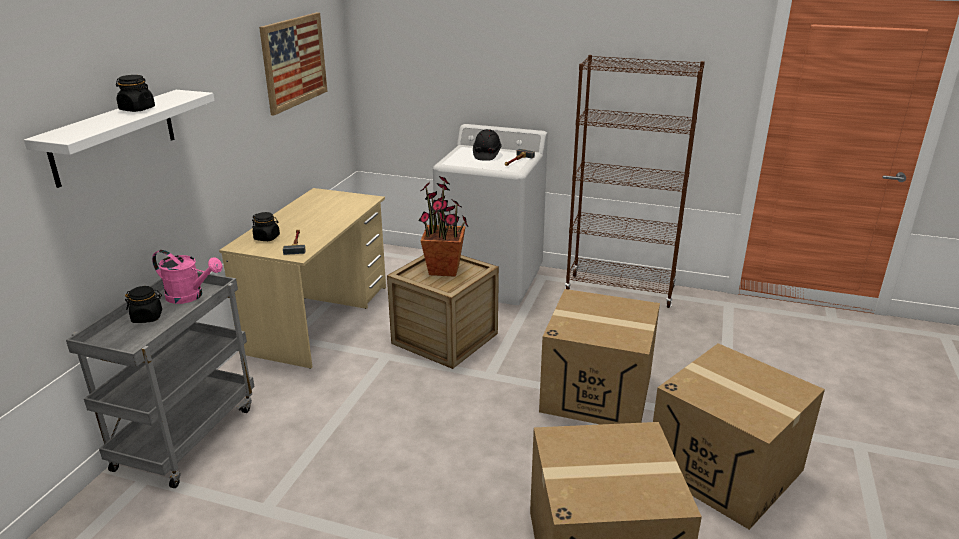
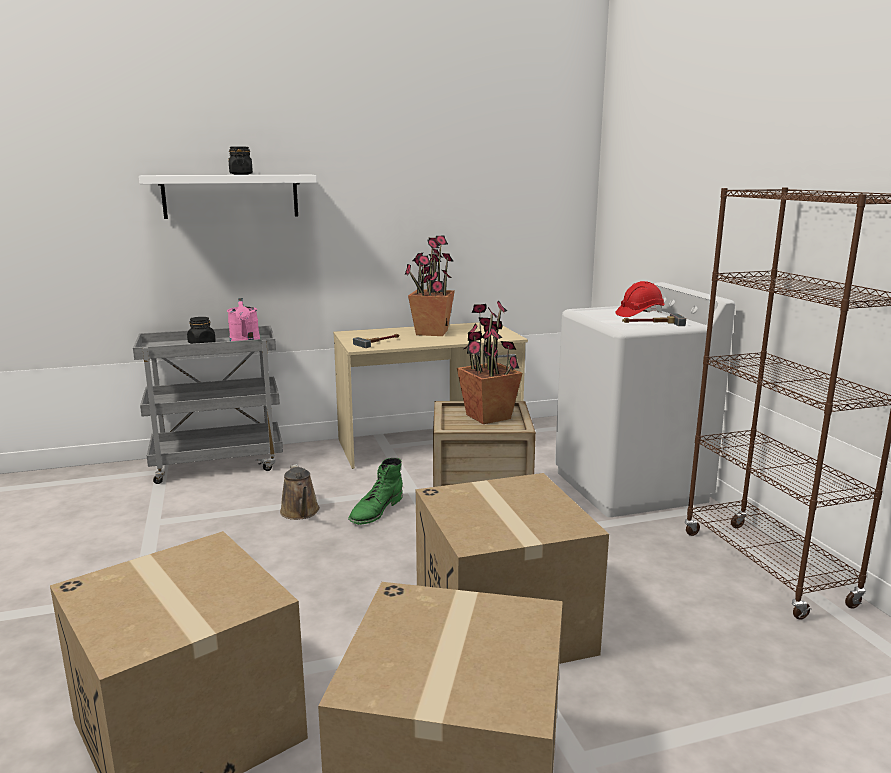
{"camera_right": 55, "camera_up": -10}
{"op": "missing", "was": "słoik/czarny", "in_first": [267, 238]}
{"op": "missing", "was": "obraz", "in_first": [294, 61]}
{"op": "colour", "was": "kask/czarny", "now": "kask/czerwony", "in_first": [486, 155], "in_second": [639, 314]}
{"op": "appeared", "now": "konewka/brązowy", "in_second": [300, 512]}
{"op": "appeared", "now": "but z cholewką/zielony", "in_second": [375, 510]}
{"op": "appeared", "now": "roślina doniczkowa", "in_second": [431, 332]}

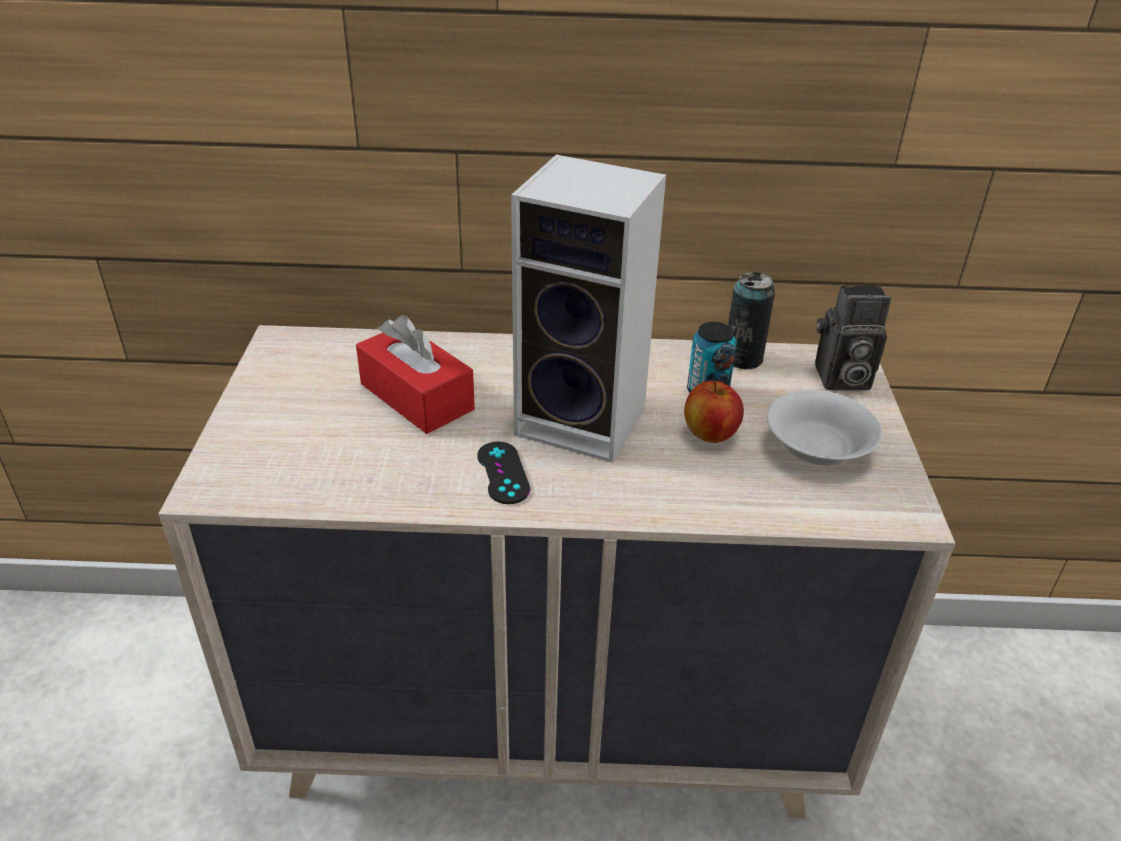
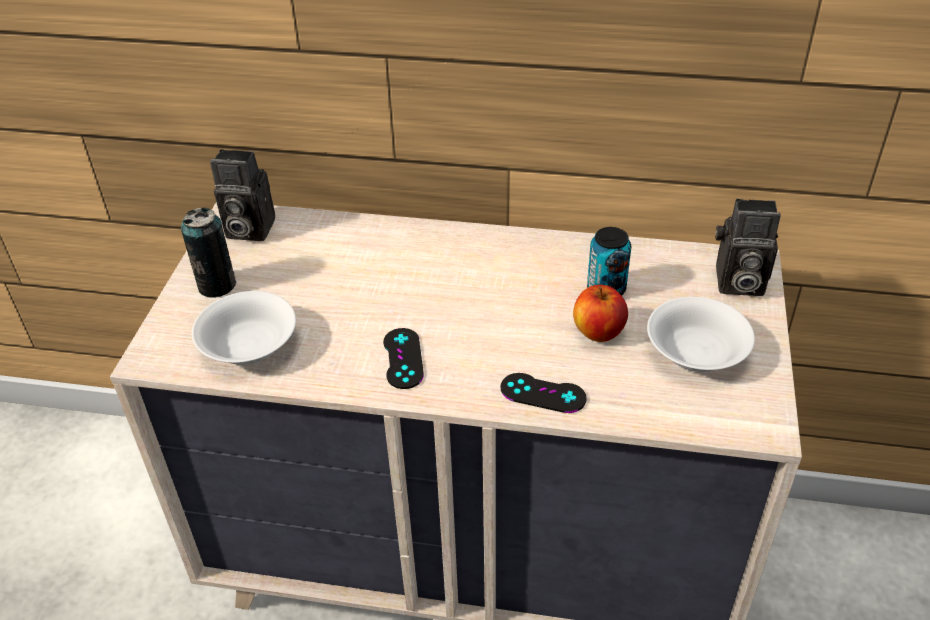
{"camera_right": 10, "camera_up": 5}
{"op": "missing", "was": "pudełko chusteczek/czerwony", "in_first": [417, 397]}
{"op": "missing", "was": "głośnik", "in_first": [586, 421]}
{"op": "relocated", "was": "puszka", "in_first": [743, 358], "in_second": [216, 285]}
{"op": "appeared", "now": "miska/biały", "in_second": [250, 346]}
{"op": "appeared", "now": "aparat fotograficzny", "in_second": [246, 229]}
{"op": "appeared", "now": "pad do gier/czarny", "in_second": [543, 393]}

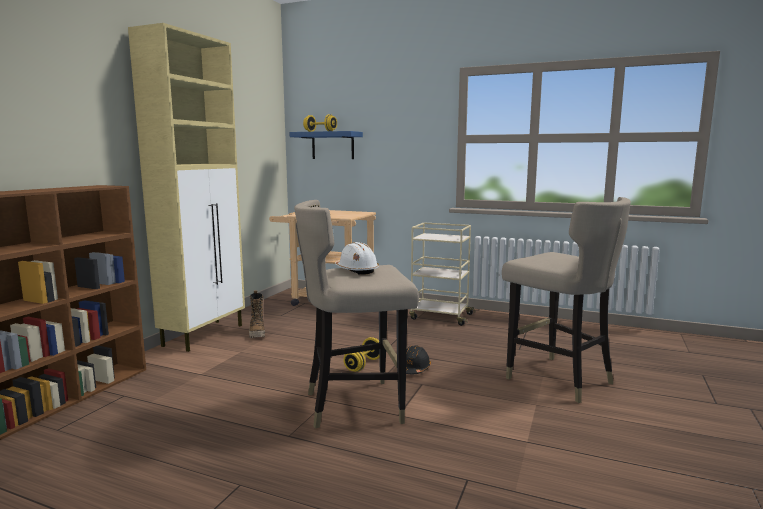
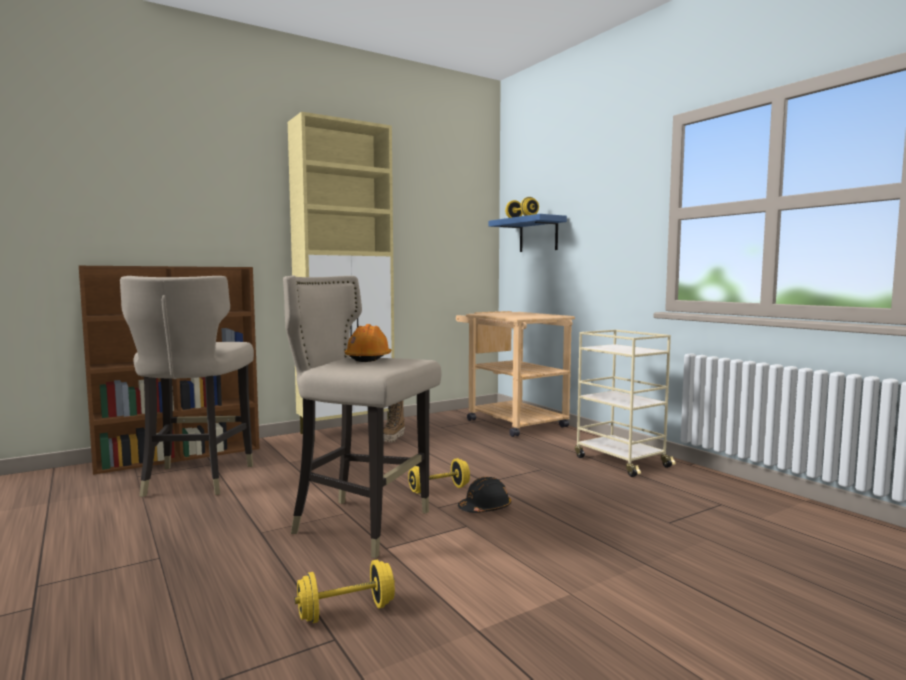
{"camera_right": 35, "camera_up": -5}
{"op": "colour", "was": "kask/biały", "now": "kask/pomarańczowy", "in_first": [356, 270], "in_second": [368, 358]}
{"op": "relocated", "was": "stołek/beżowy", "in_first": [558, 379], "in_second": [196, 479]}
{"op": "appeared", "now": "hantel/żółty", "in_second": [346, 612]}

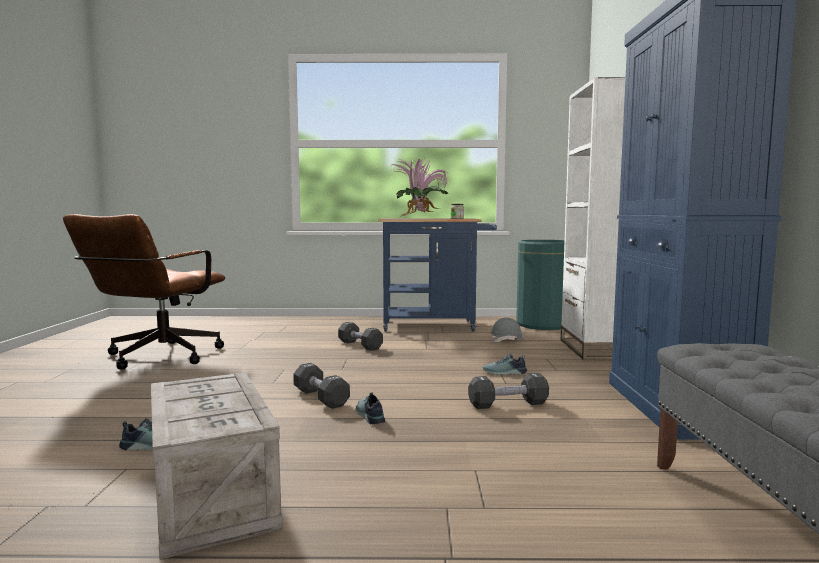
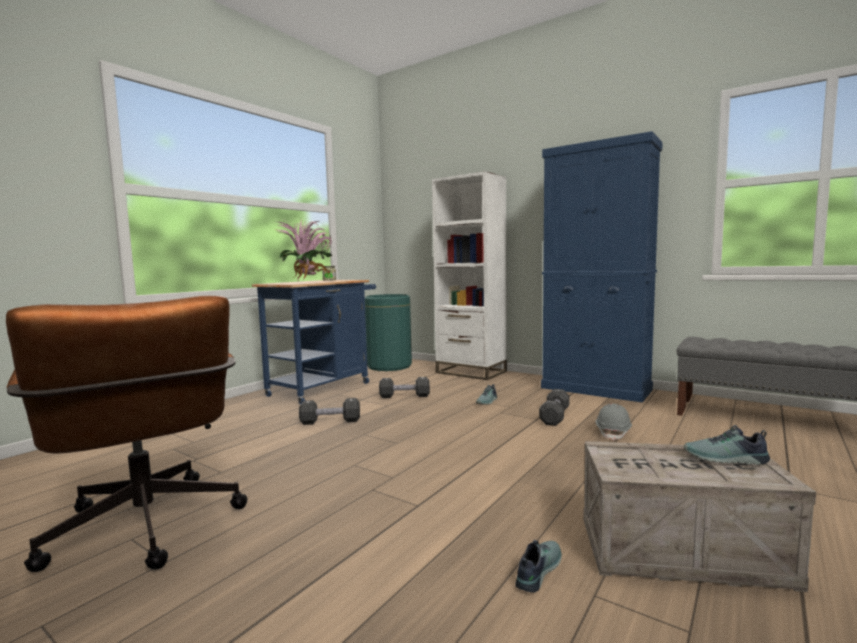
{"camera_right": -55, "camera_up": 0}
{"op": "relocated", "was": "hantel/czarny", "in_first": [321, 398], "in_second": [404, 396]}
{"op": "relocated", "was": "but", "in_first": [369, 416], "in_second": [726, 459]}
{"op": "relocated", "was": "kask/szary", "in_first": [508, 341], "in_second": [613, 432]}

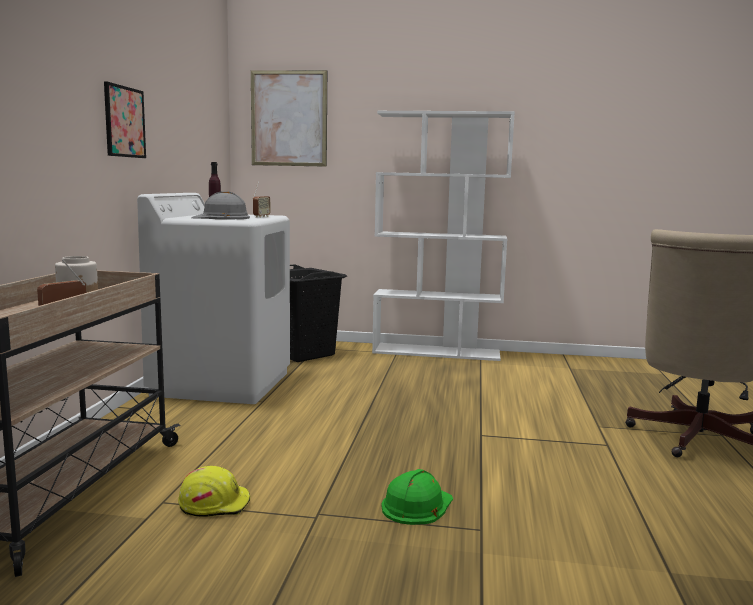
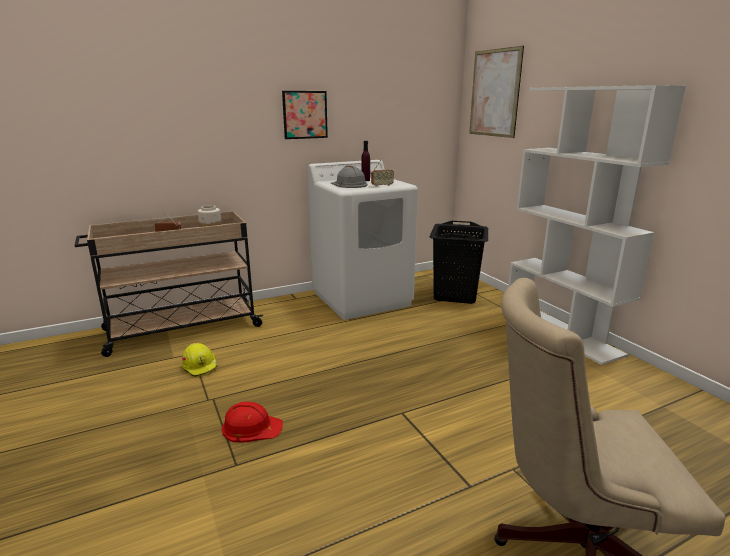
{"camera_right": 55, "camera_up": 10}
{"op": "colour", "was": "kask/zielony", "now": "kask/czerwony", "in_first": [417, 505], "in_second": [251, 427]}

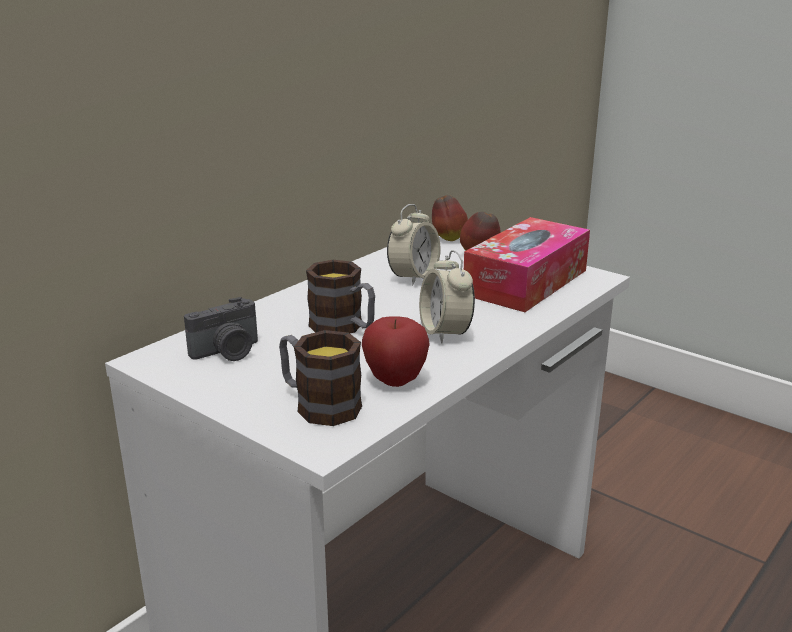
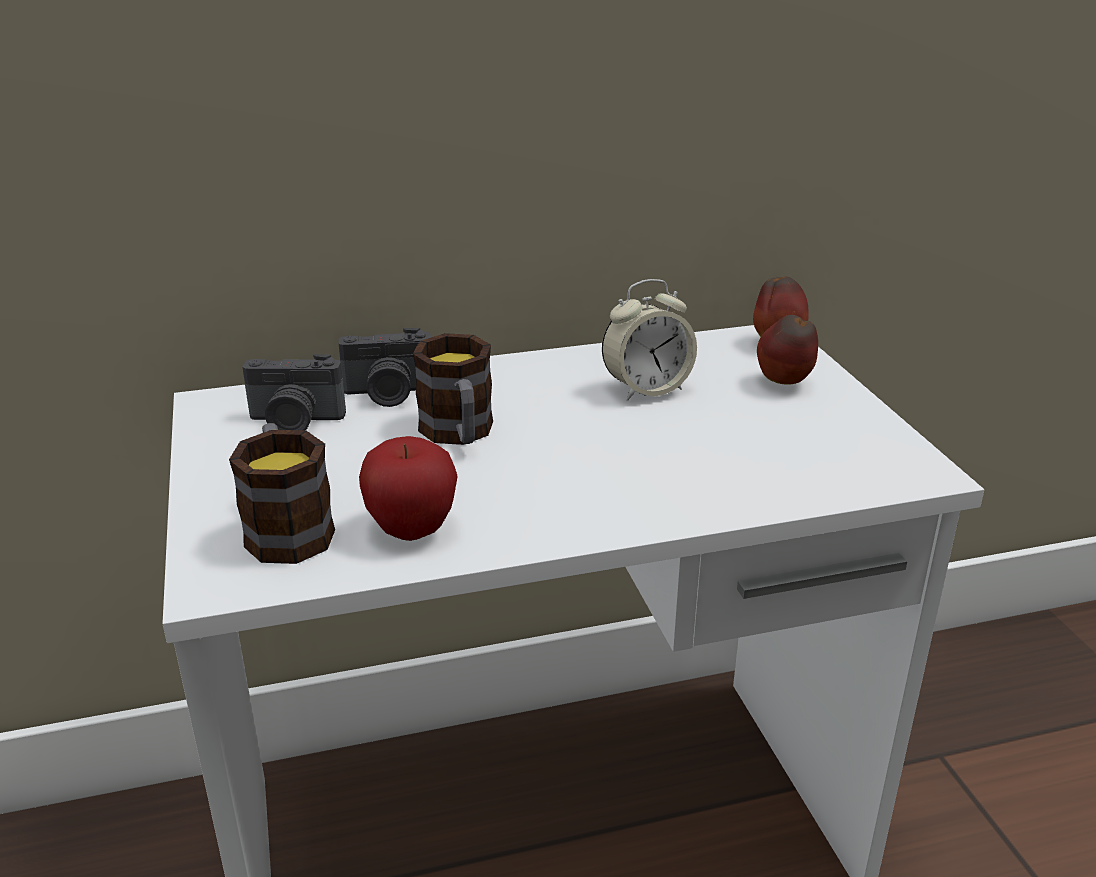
{"camera_right": 35, "camera_up": 5}
{"op": "missing", "was": "budzik", "in_first": [445, 333]}
{"op": "missing", "was": "pudełko chusteczek", "in_first": [526, 282]}
{"op": "appeared", "now": "aparat fotograficzny", "in_second": [389, 394]}

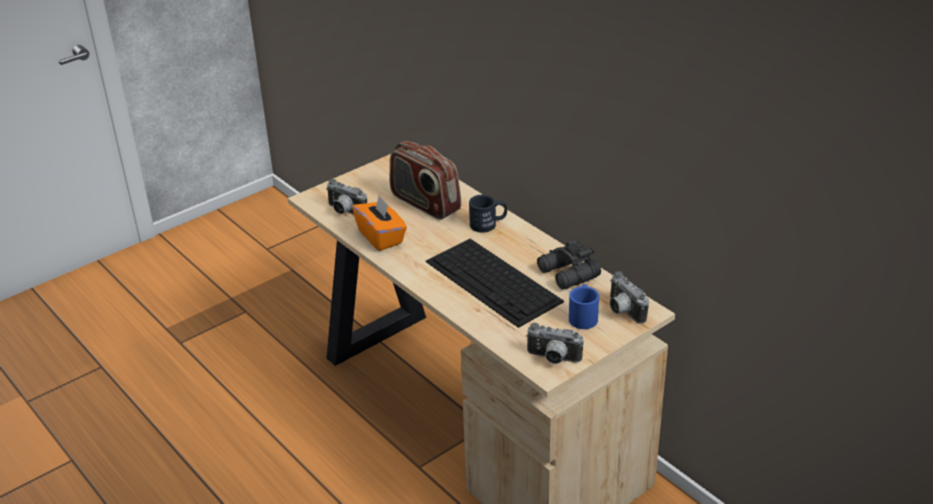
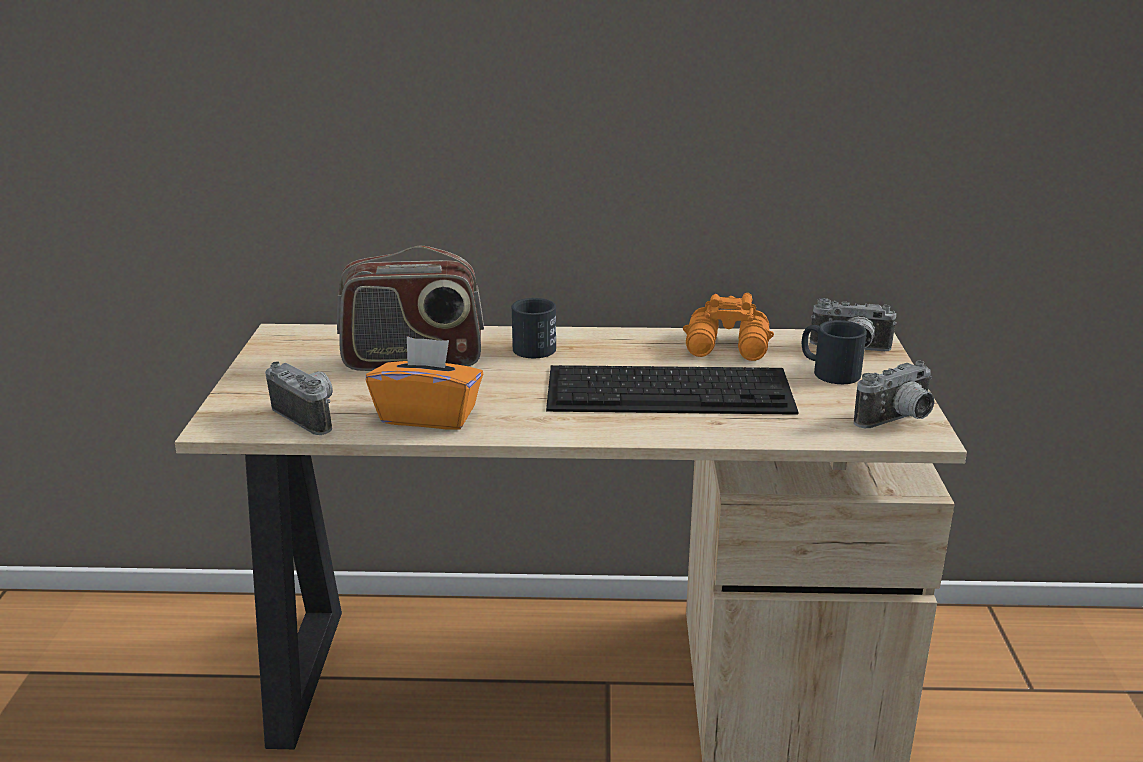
{"camera_right": -50, "camera_up": -10}
{"op": "spun", "was": "aparat fotograficzny", "in_first": [344, 211], "in_second": [311, 415], "clockwise": -120}
{"op": "colour", "was": "lornetka/czarny", "now": "lornetka/pomarańczowy", "in_first": [568, 274], "in_second": [728, 347]}
{"op": "colour", "was": "kubek/niebieski", "now": "kubek/czarny", "in_first": [583, 315], "in_second": [828, 371]}

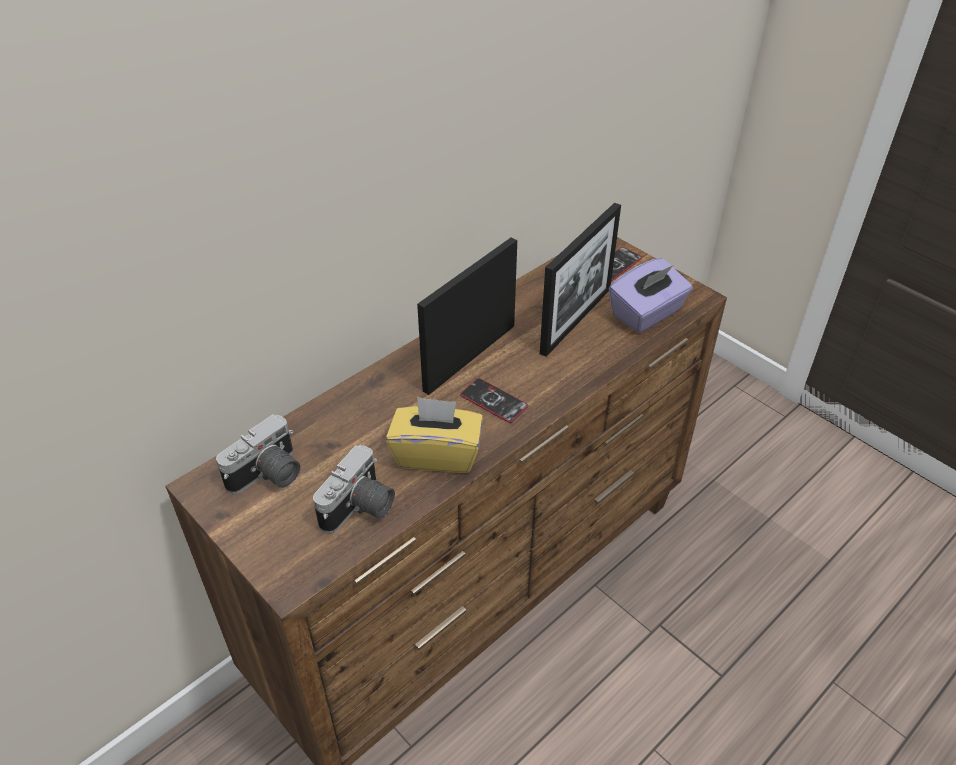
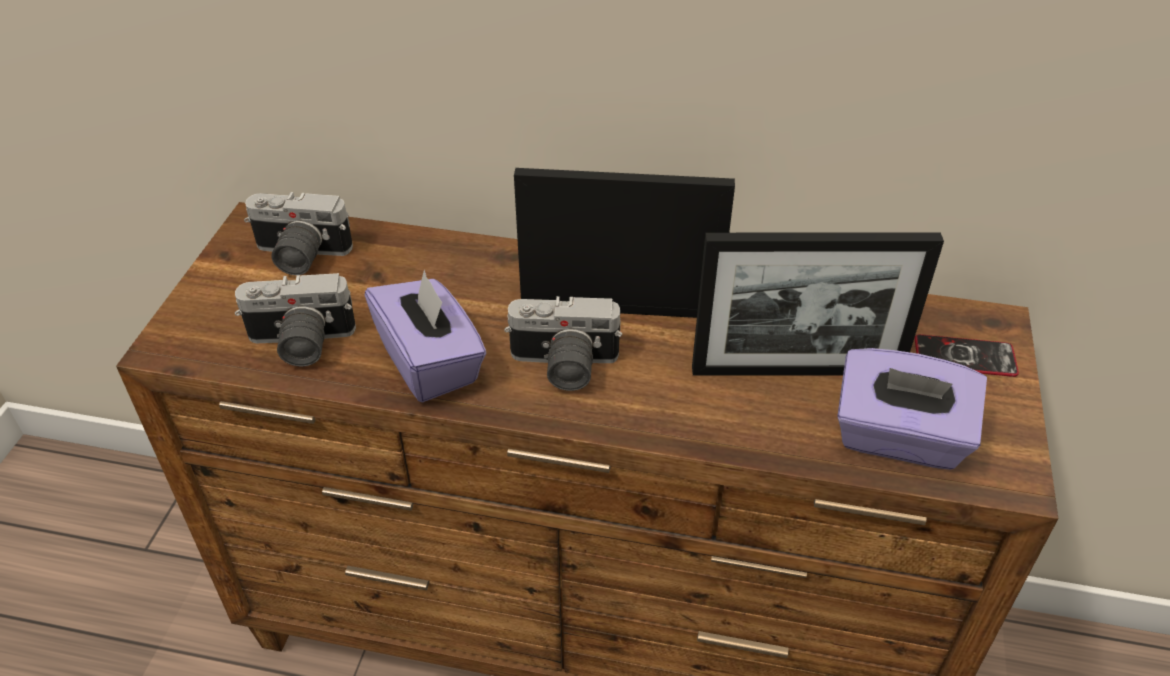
{"camera_right": 55, "camera_up": 0}
{"op": "colour", "was": "pudełko chusteczek/żółty", "now": "pudełko chusteczek/fioletowy", "in_first": [437, 454], "in_second": [430, 362]}
{"op": "exchanged", "was": "telefon", "now": "aparat fotograficzny", "in_first": [494, 401], "in_second": [563, 367]}

